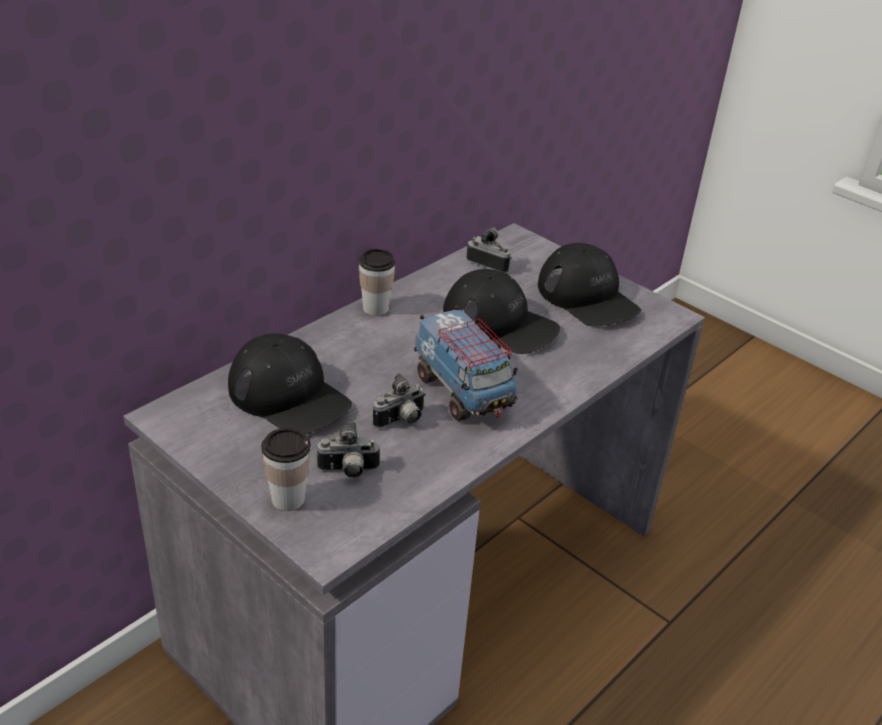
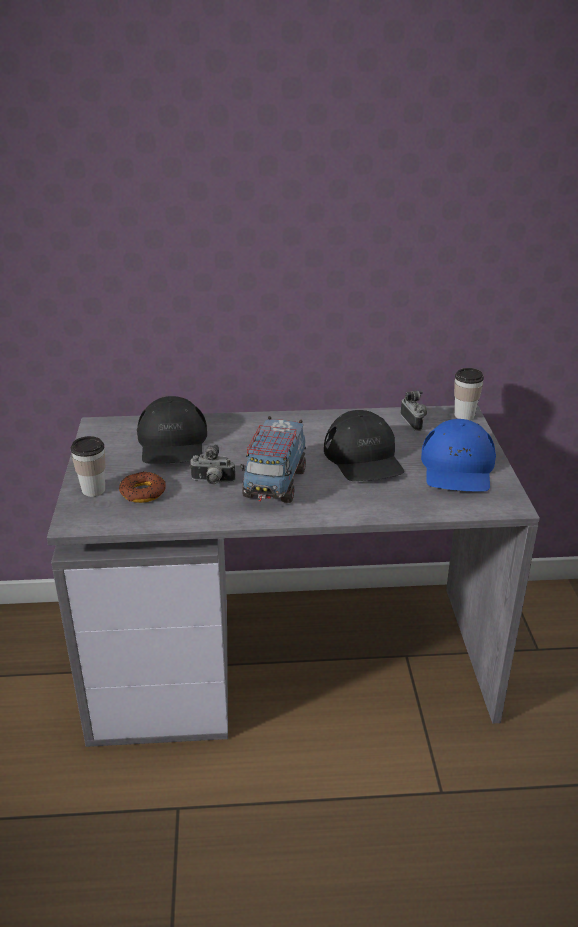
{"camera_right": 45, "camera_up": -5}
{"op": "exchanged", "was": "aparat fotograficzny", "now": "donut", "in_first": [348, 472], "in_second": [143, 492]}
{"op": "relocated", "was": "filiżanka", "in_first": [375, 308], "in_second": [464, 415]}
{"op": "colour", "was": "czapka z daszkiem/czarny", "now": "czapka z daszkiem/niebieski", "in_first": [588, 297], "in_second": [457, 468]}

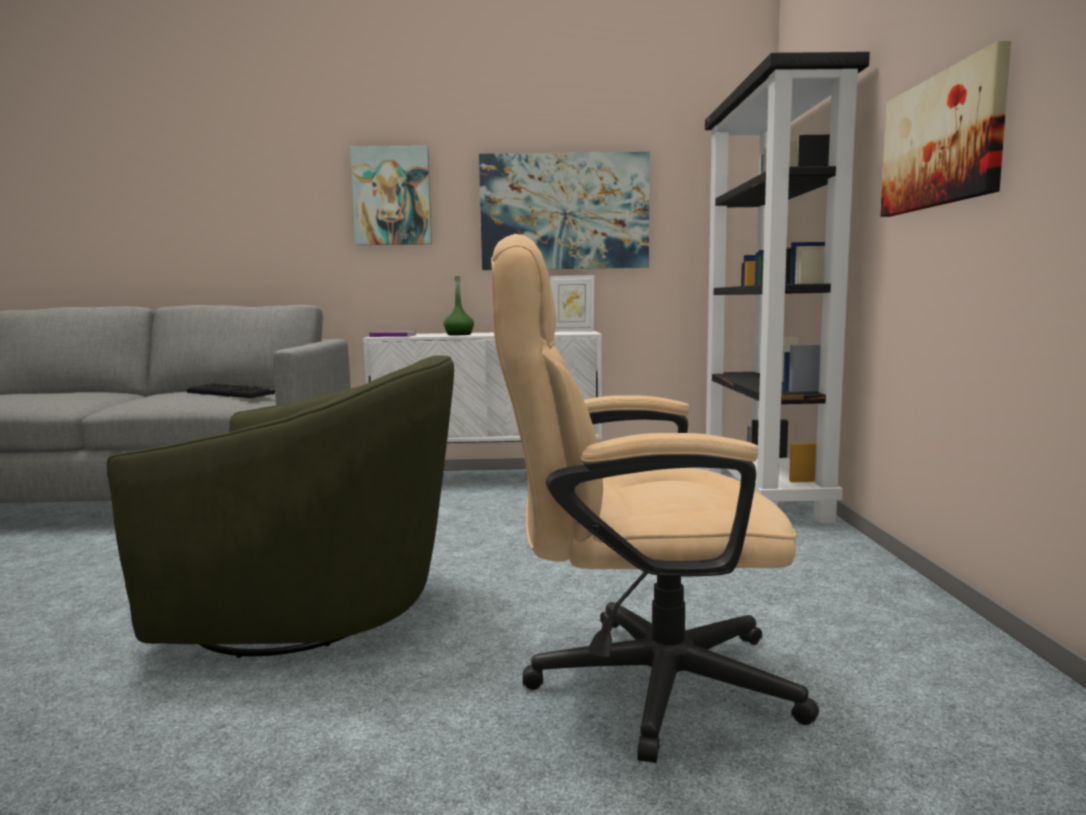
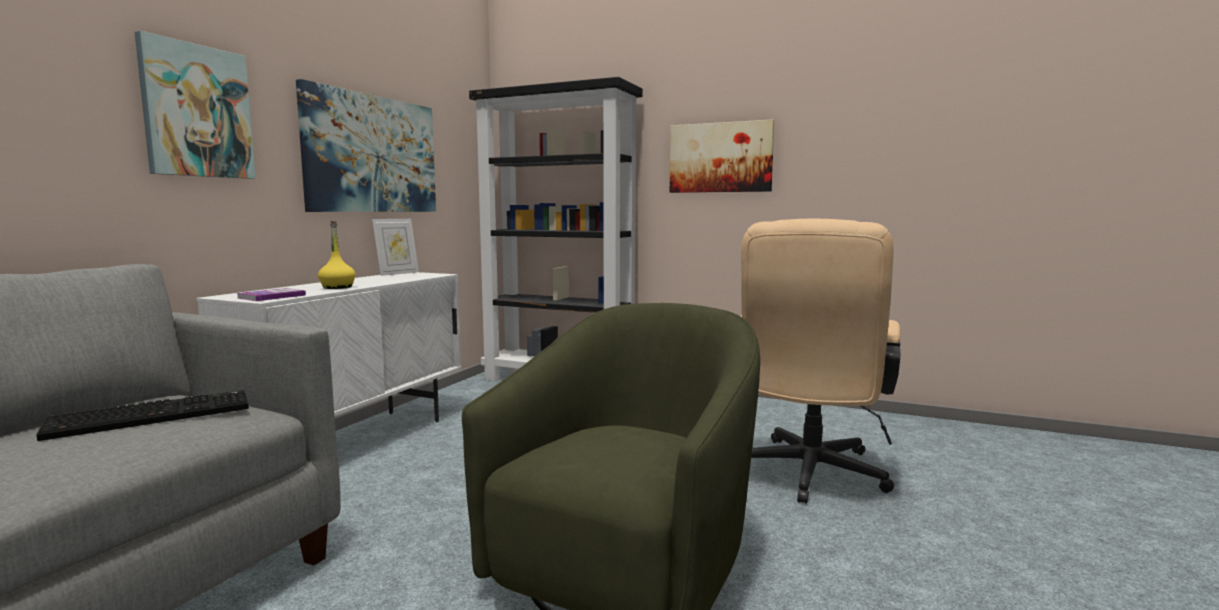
{"camera_right": -65, "camera_up": 0}
{"op": "colour", "was": "butelka/zielony", "now": "butelka/żółty", "in_first": [459, 334], "in_second": [337, 287]}

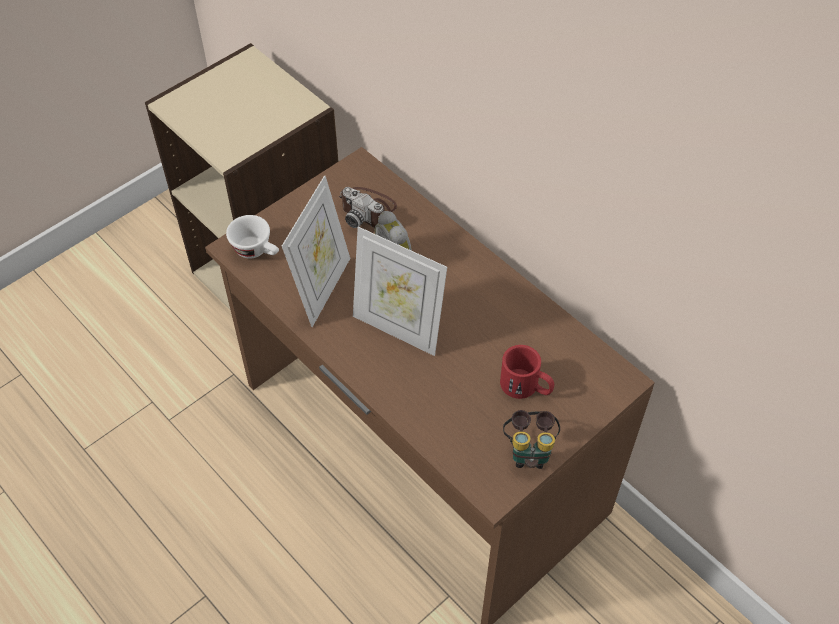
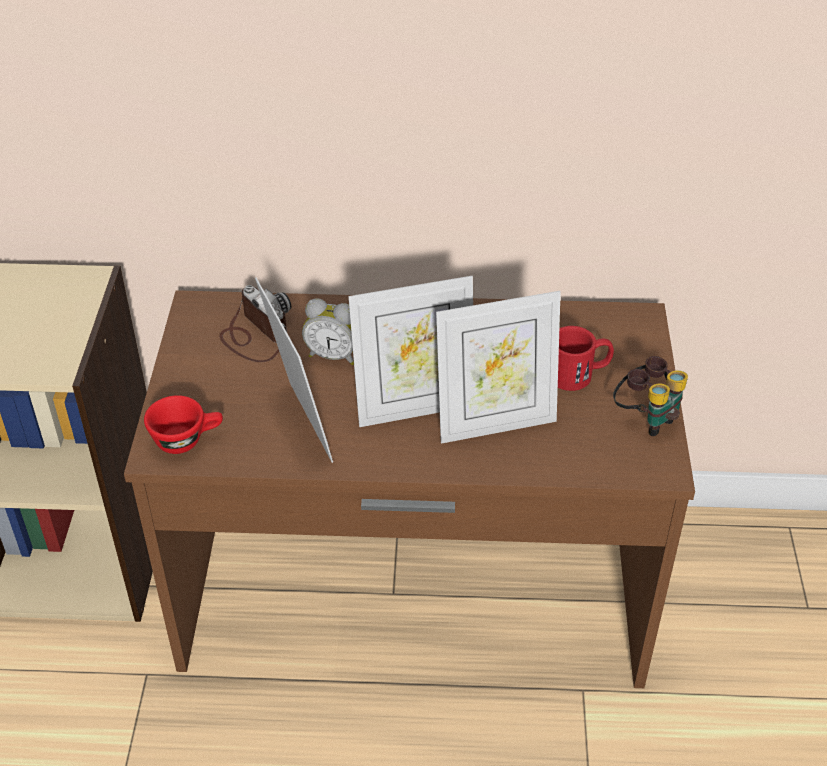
{"camera_right": -45, "camera_up": -10}
{"op": "colour", "was": "filiżanka/biały", "now": "filiżanka/czerwony", "in_first": [257, 250], "in_second": [187, 439]}
{"op": "spun", "was": "aparat fotograficzny", "in_first": [369, 210], "in_second": [255, 335], "clockwise": -120}
{"op": "appeared", "now": "ramka na zdjęcie", "in_second": [495, 423]}

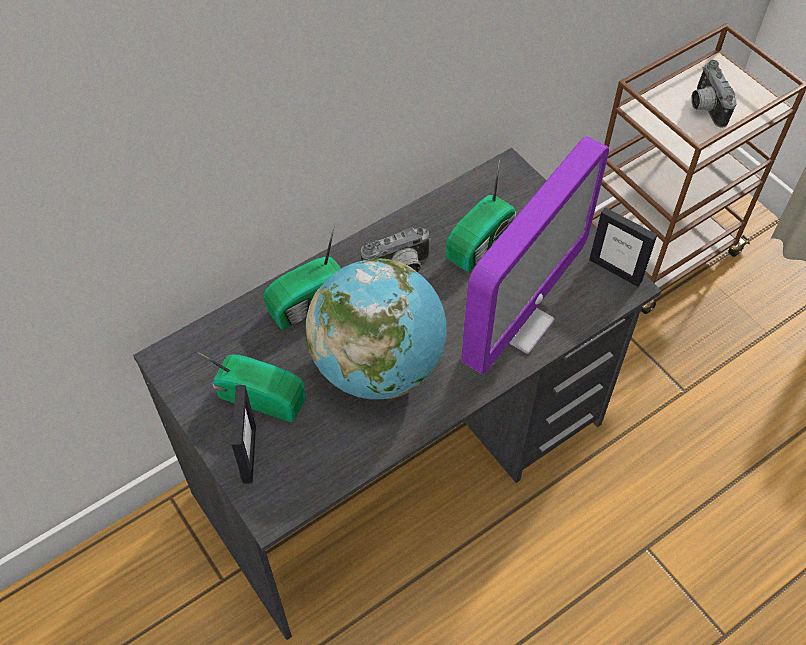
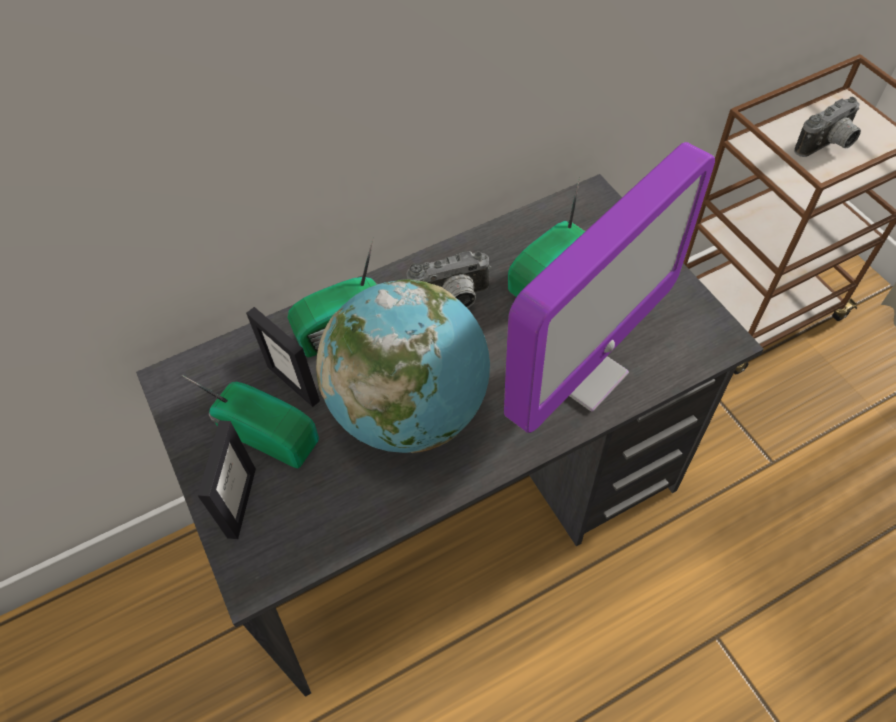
{"camera_right": 10, "camera_up": 0}
{"op": "relocated", "was": "ramka na zdjęcie", "in_first": [615, 270], "in_second": [294, 383]}
{"op": "spun", "was": "aparat fotograficzny", "in_first": [704, 107], "in_second": [827, 146], "clockwise": -120}

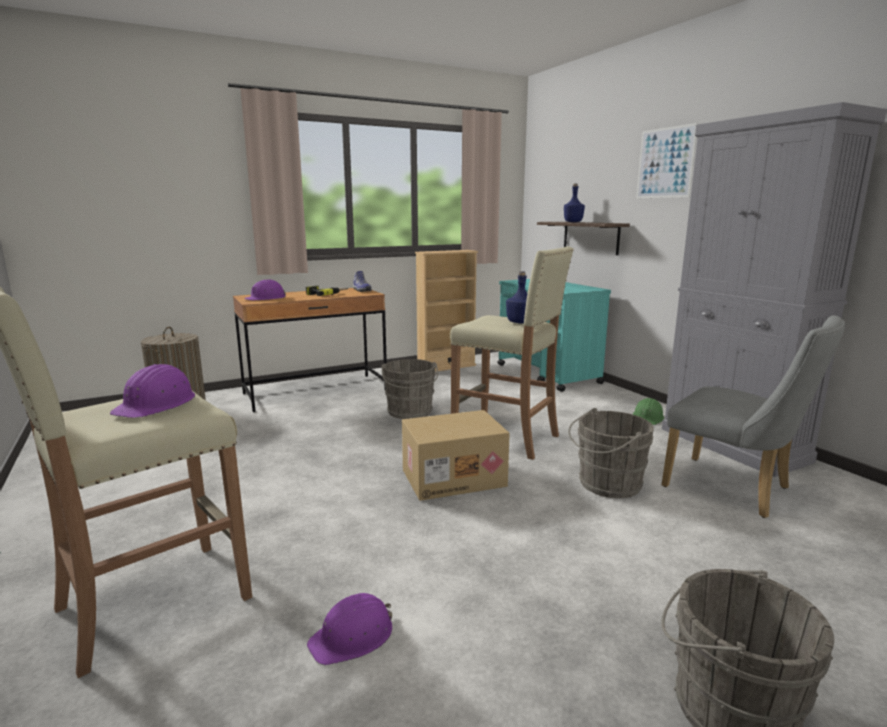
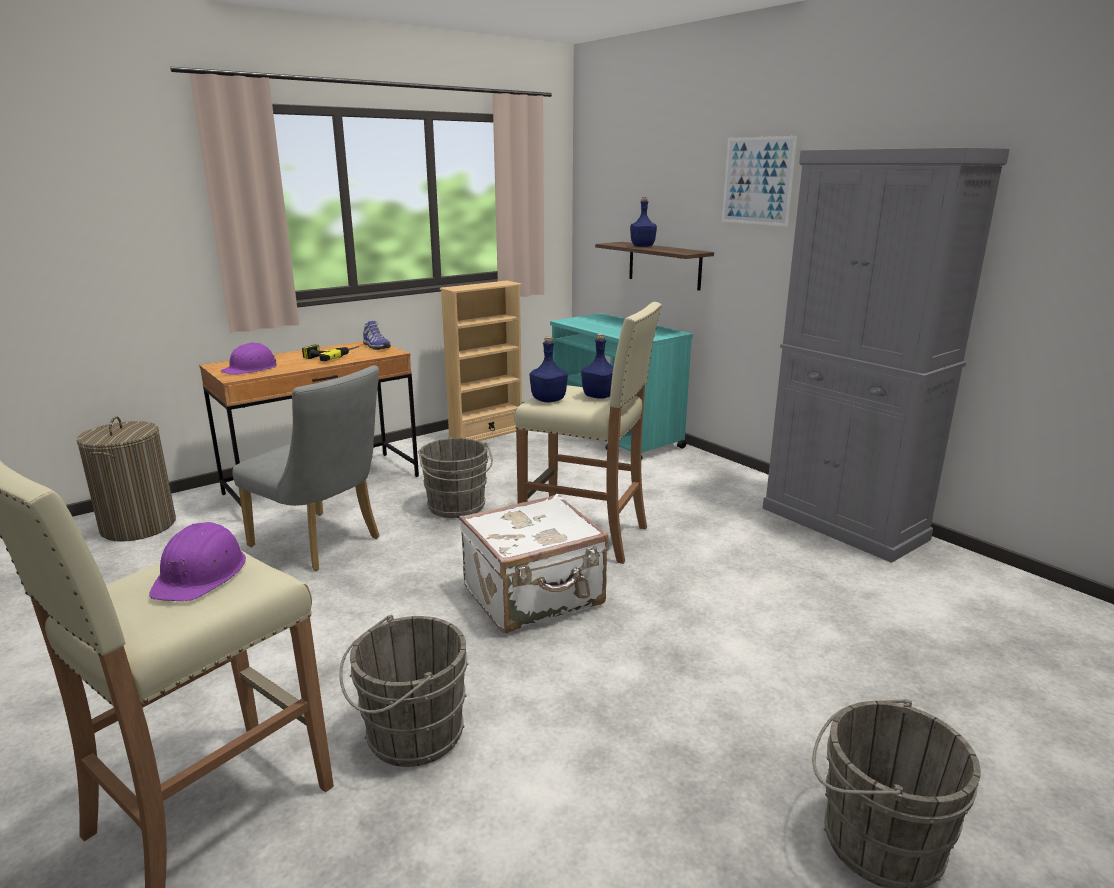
{"camera_right": -10, "camera_up": 5}
{"op": "missing", "was": "kask/fioletowy", "in_first": [353, 636]}
{"op": "exchanged", "was": "karton", "now": "walizka/biały", "in_first": [454, 477], "in_second": [535, 597]}
{"op": "relocated", "was": "wiadro/szary", "in_first": [606, 484], "in_second": [409, 735]}
{"op": "missing", "was": "kask/zielony", "in_first": [648, 418]}
{"op": "relocated", "was": "krzesło/szary", "in_first": [735, 490], "in_second": [322, 544]}
{"op": "appeared", "now": "butelka/niebieski", "in_second": [549, 400]}

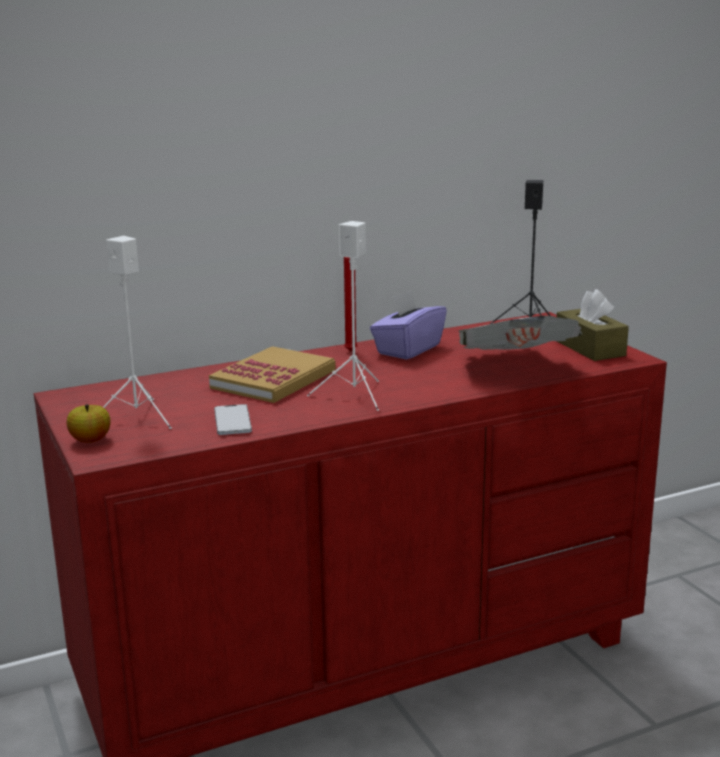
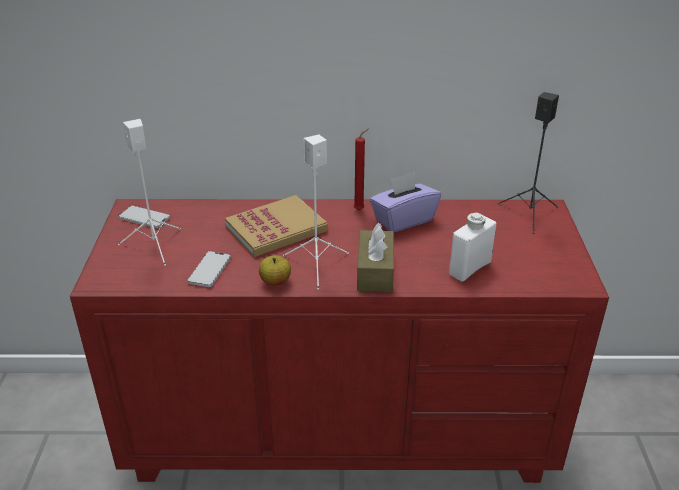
{"camera_right": 25, "camera_up": 15}
{"op": "relocated", "was": "jabłko", "in_first": [90, 440], "in_second": [275, 282]}
{"op": "exchanged", "was": "gazeta", "now": "butelka/biały", "in_first": [517, 368], "in_second": [470, 268]}
{"op": "relocated", "was": "pudełko chusteczek/brązowy", "in_first": [589, 348], "in_second": [375, 271]}
{"op": "appeared", "now": "telefon", "in_second": [144, 218]}

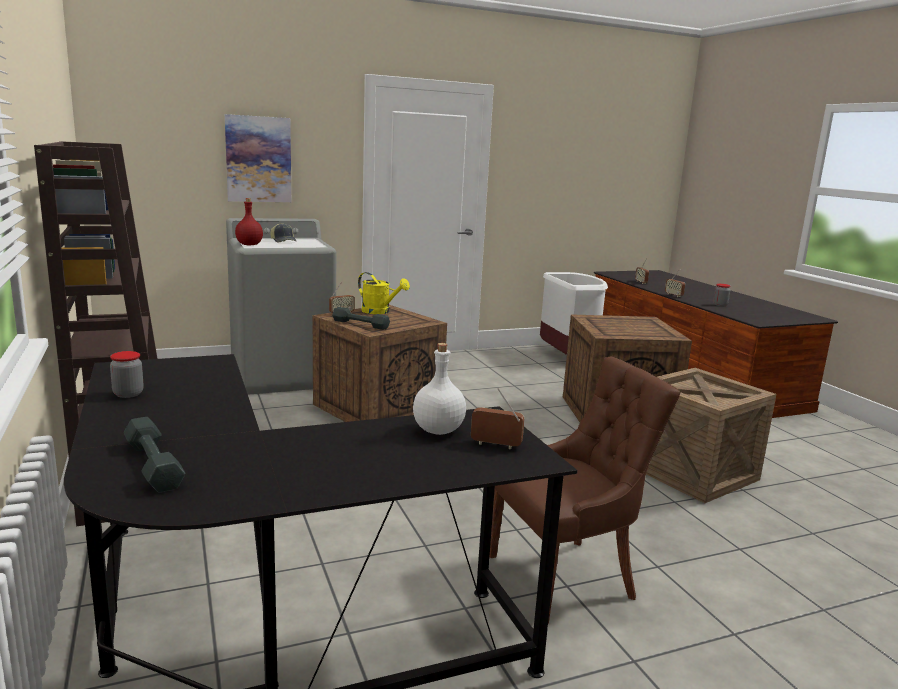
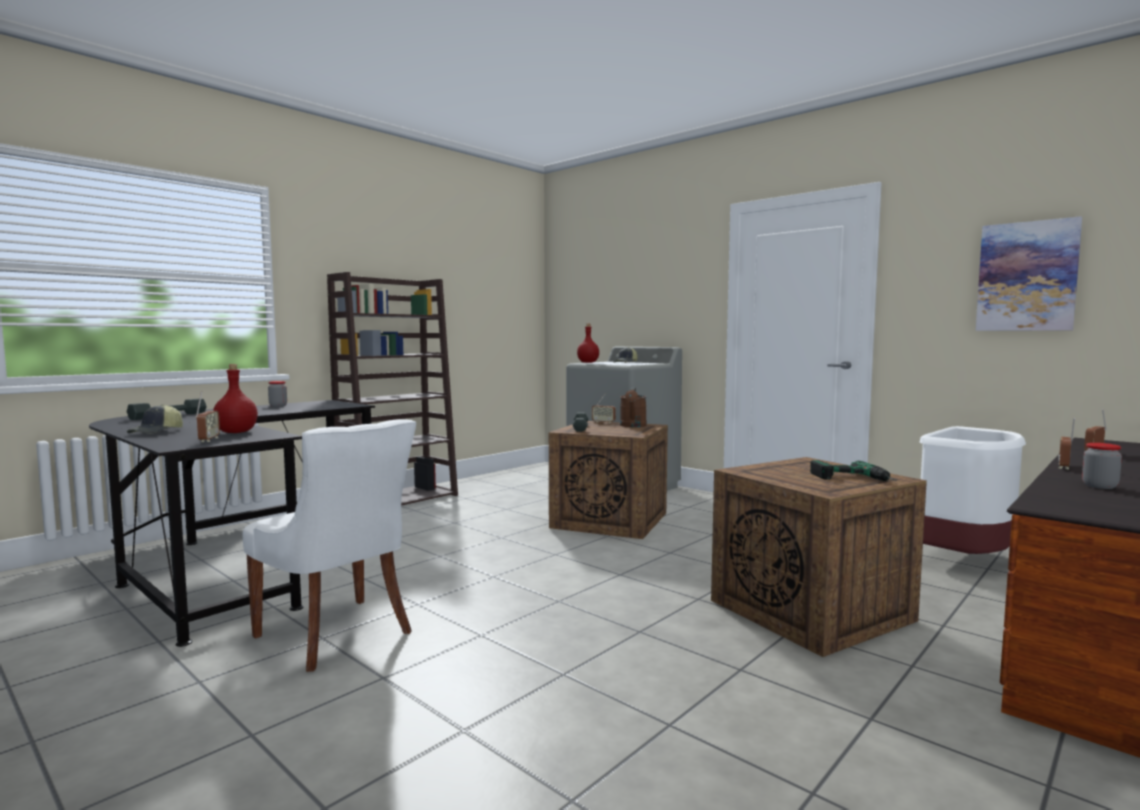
{"camera_right": 65, "camera_up": -10}
{"op": "relocated", "was": "obraz", "in_first": [258, 159], "in_second": [1026, 276]}
{"op": "colour", "was": "konewka/żółty", "now": "konewka/brązowy", "in_first": [380, 312], "in_second": [633, 426]}
{"op": "colour", "was": "butelka/biały", "now": "butelka/czerwony", "in_first": [438, 430], "in_second": [237, 432]}
{"op": "colour", "was": "krzesło/brązowy", "now": "krzesło/biały", "in_first": [564, 577], "in_second": [337, 634]}
{"op": "missing", "was": "skrzynka", "in_first": [693, 472]}
{"op": "appeared", "now": "czapka z daszkiem", "in_second": [157, 432]}
{"op": "appeared", "now": "wiertarka", "in_second": [854, 479]}

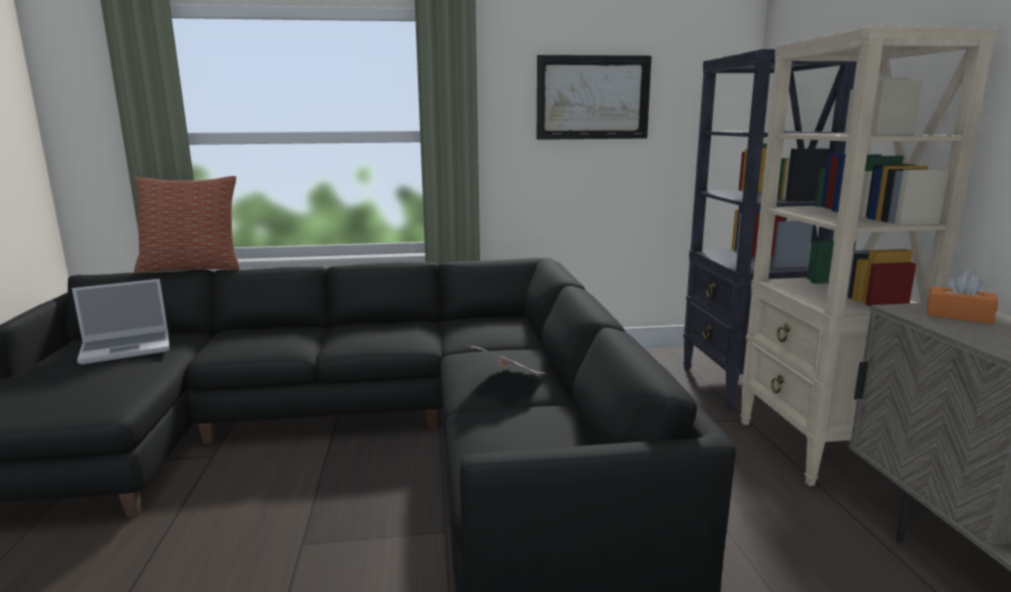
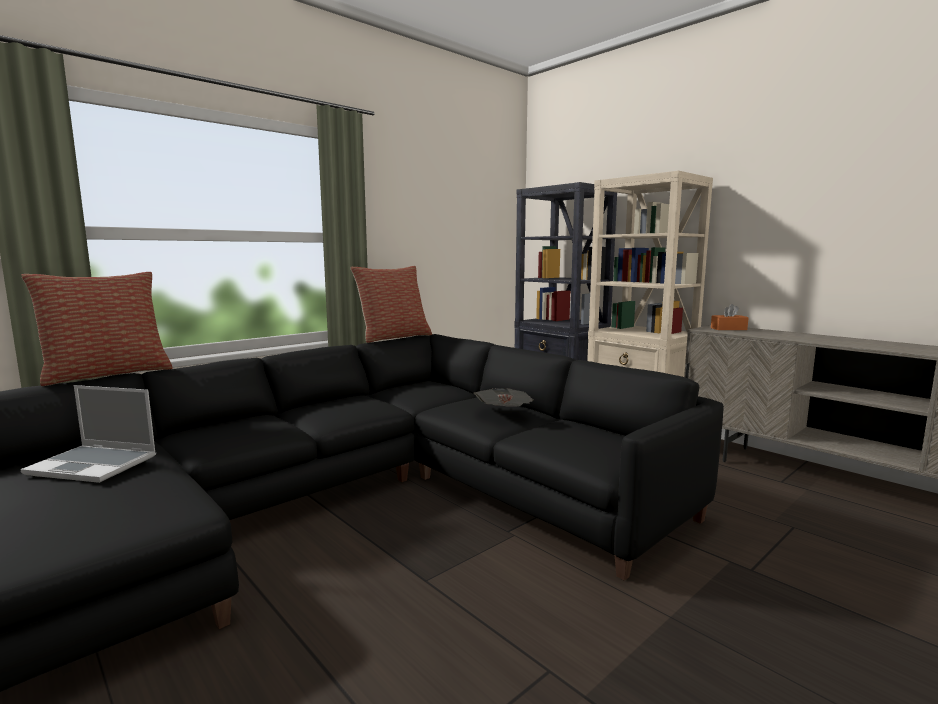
{"camera_right": -35, "camera_up": -5}
{"op": "spun", "was": "laptop", "in_first": [127, 348], "in_second": [95, 465], "clockwise": 75}
{"op": "missing", "was": "obraz", "in_first": [592, 98]}
{"op": "appeared", "now": "poduszka", "in_second": [393, 337]}

